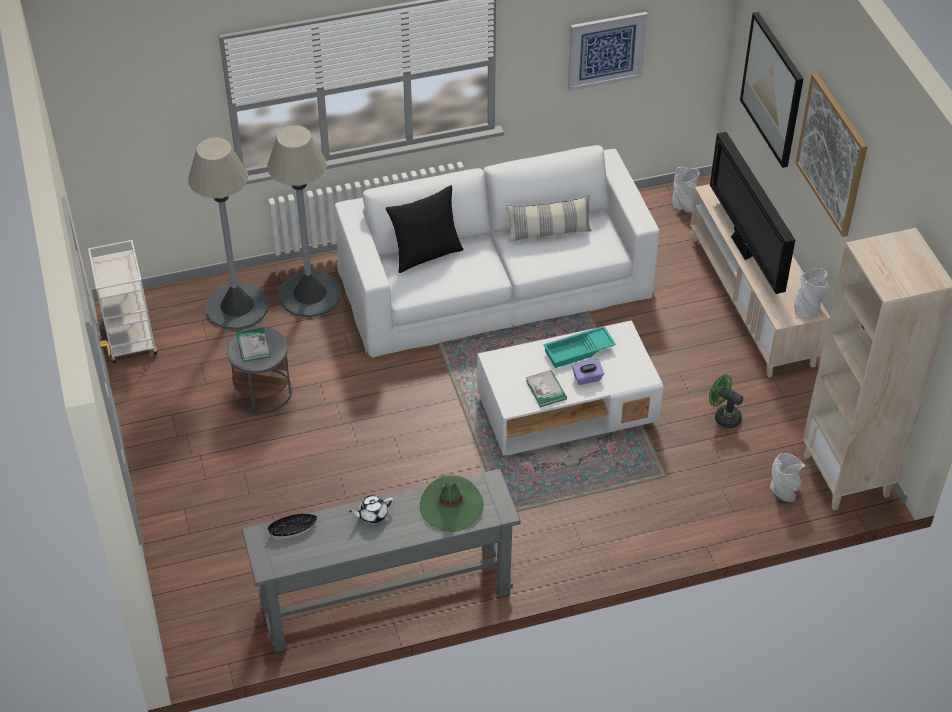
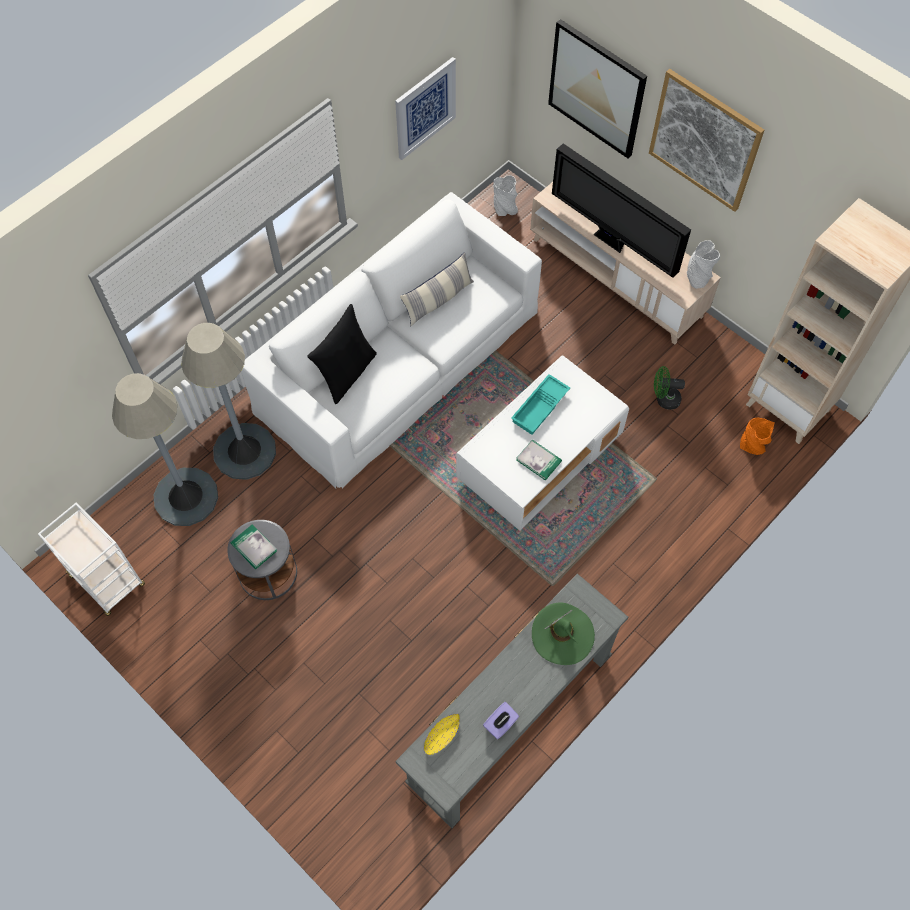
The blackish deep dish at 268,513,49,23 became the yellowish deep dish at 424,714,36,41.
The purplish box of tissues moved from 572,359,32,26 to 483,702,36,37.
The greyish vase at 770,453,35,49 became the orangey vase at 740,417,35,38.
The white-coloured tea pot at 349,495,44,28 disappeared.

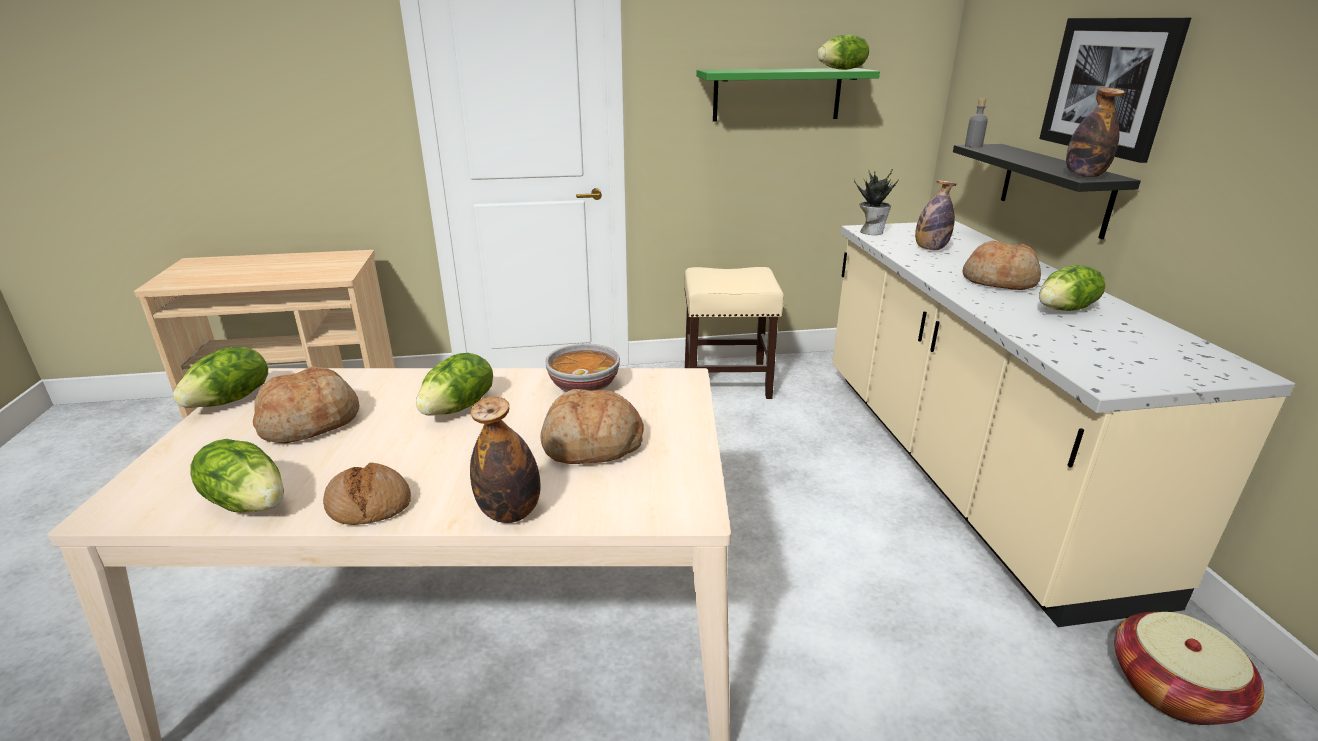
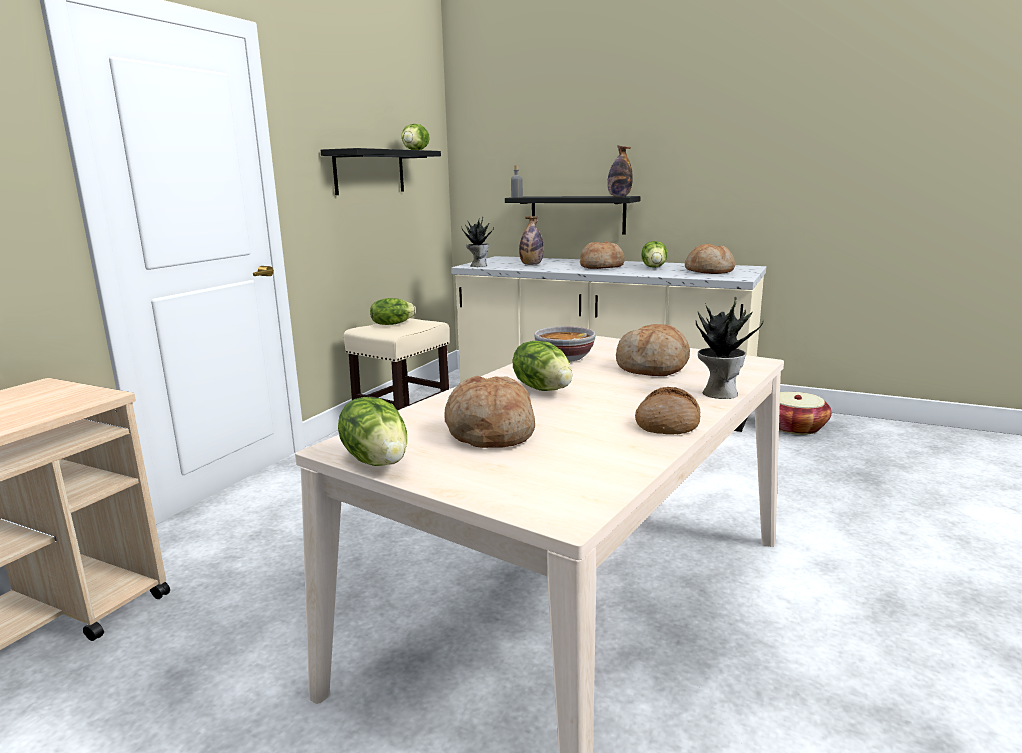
The greenish shelf at 696,68,184,53 became the blackish shelf at 320,148,121,47.
The lettuce moved from 190,439,94,74 to 370,298,46,27.
The bread at 685,244,50,30 appeared.
The beverage bottle at 470,396,70,127 was replaced by the houseplant at 696,297,68,102.
The picture at 1039,17,152,146 disappeared.

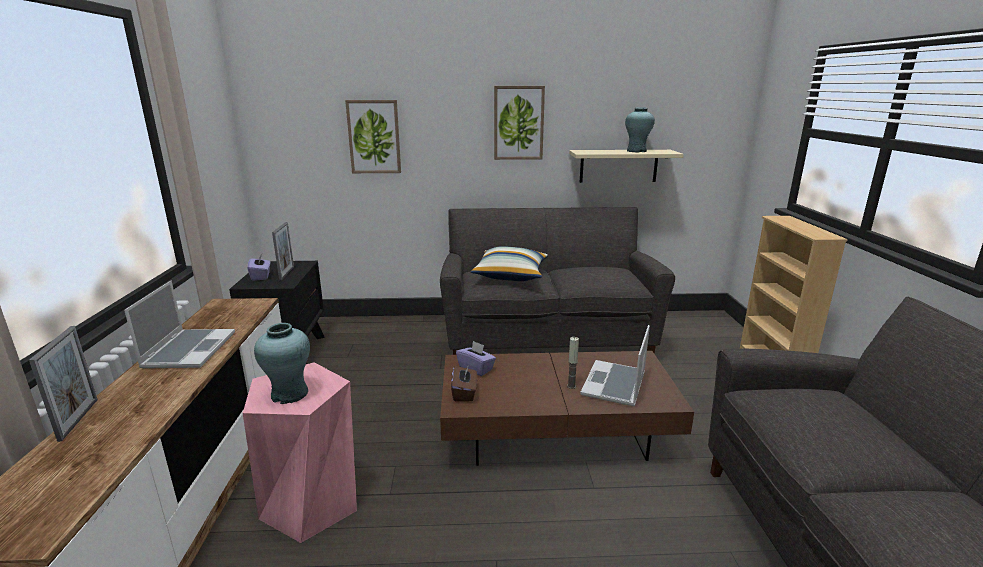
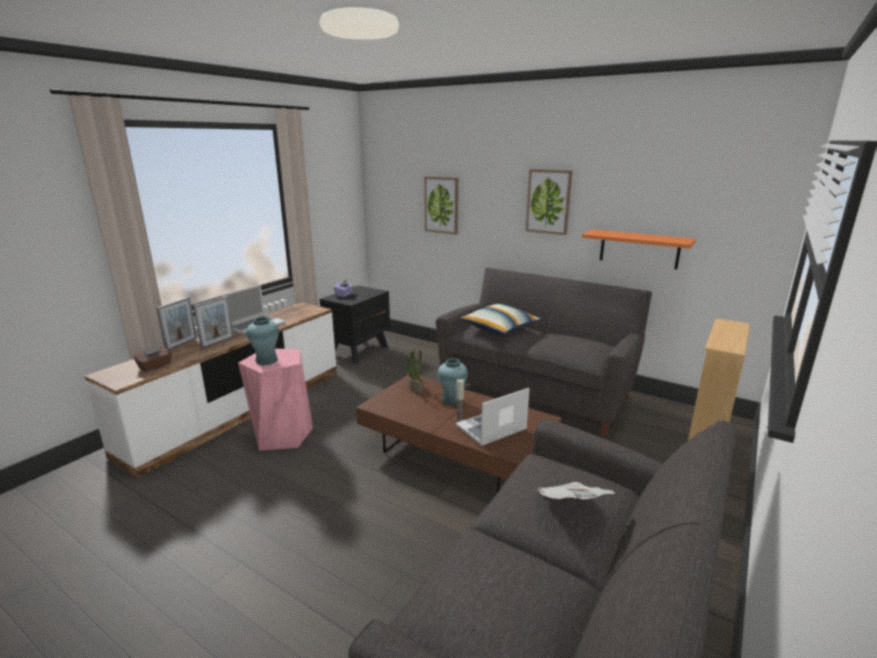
The brown box of tissues moved from 451,366,26,35 to 133,345,39,27.
The picture frame moved from 272,222,22,58 to 193,296,41,53.
The purplish box of tissues at 456,341,40,35 was replaced by the houseplant at 404,349,20,44.
The turquoise vase moved from 625,107,30,45 to 438,358,30,48.
The daily paper at 538,482,77,18 appeared.
The beige shelf at 569,150,115,33 became the orangey shelf at 582,229,114,40.

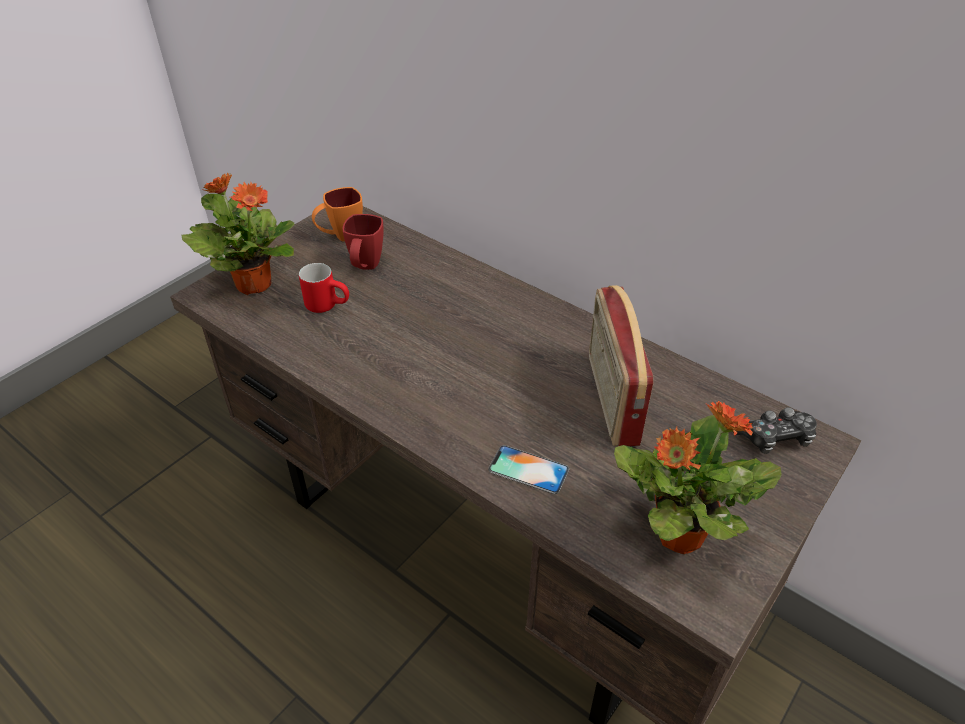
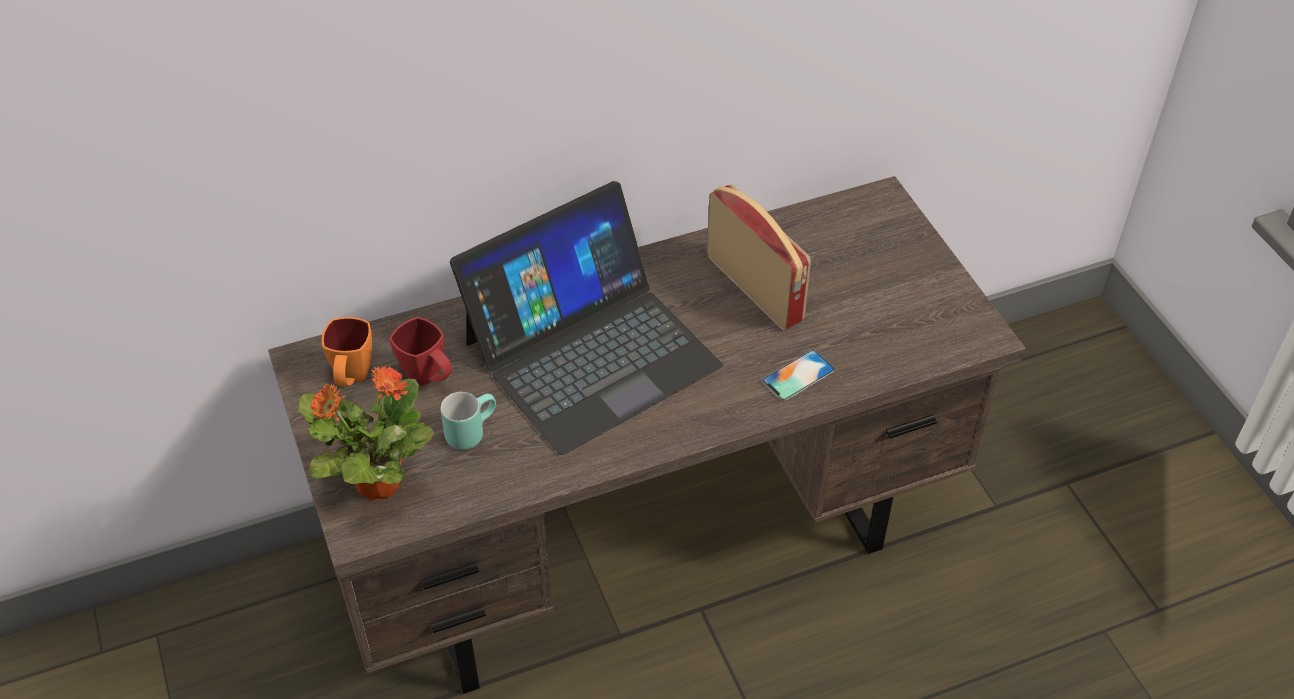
The reddish coffee mug at 299,263,50,50 became the turquoise coffee mug at 441,392,55,58.
The notebook computer at 450,181,273,274 appeared.
The radio set at 589,285,65,162 turned 150 degrees counterclockwise.
The houseplant at 614,401,168,153 disappeared.
The gamepad at 733,407,84,47 disappeared.

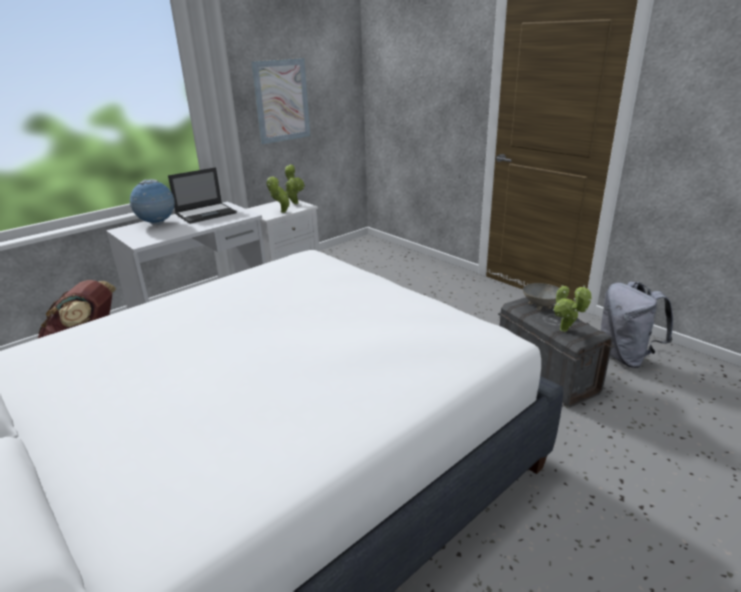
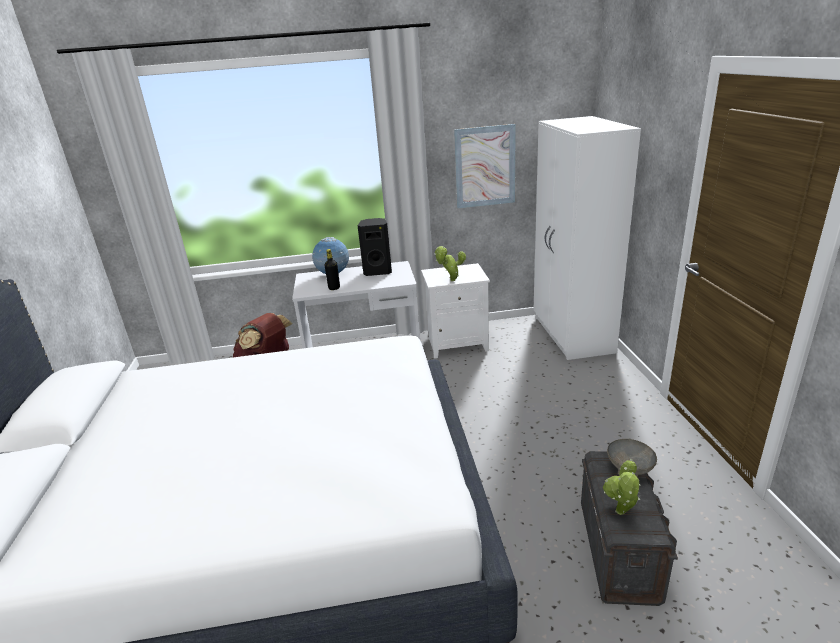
The blackish beverage bottle at 325,249,15,41 appeared.
The notebook computer at 168,167,69,57 was replaced by the blackish speaker at 358,218,34,58.
The white-coloured clothes cupboard at 534,116,107,244 appeared.
The houseplant at 285,165,20,39 disappeared.
The greyish rucksack at 601,281,72,87 disappeared.

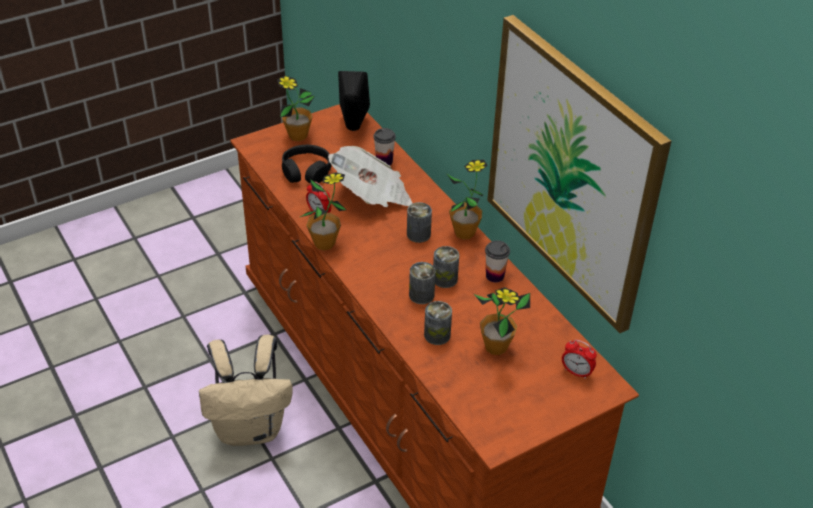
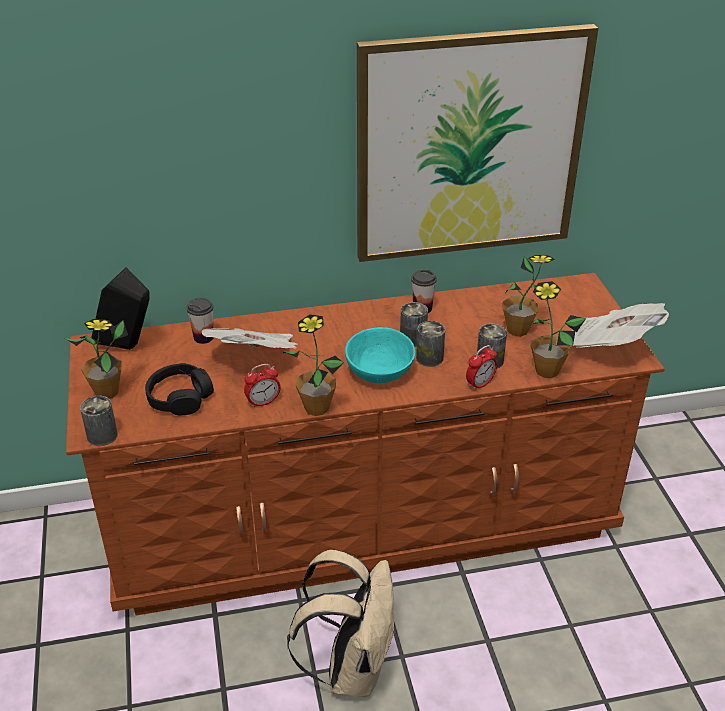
The can moved from 407,202,25,41 to 80,396,38,50.
The turquoise deep dish at 345,327,70,56 appeared.
The table clock moved from 562,340,35,39 to 466,345,31,46.
The houseplant moved from 447,160,41,80 to 530,281,56,97.
The daily paper at 570,303,99,45 appeared.

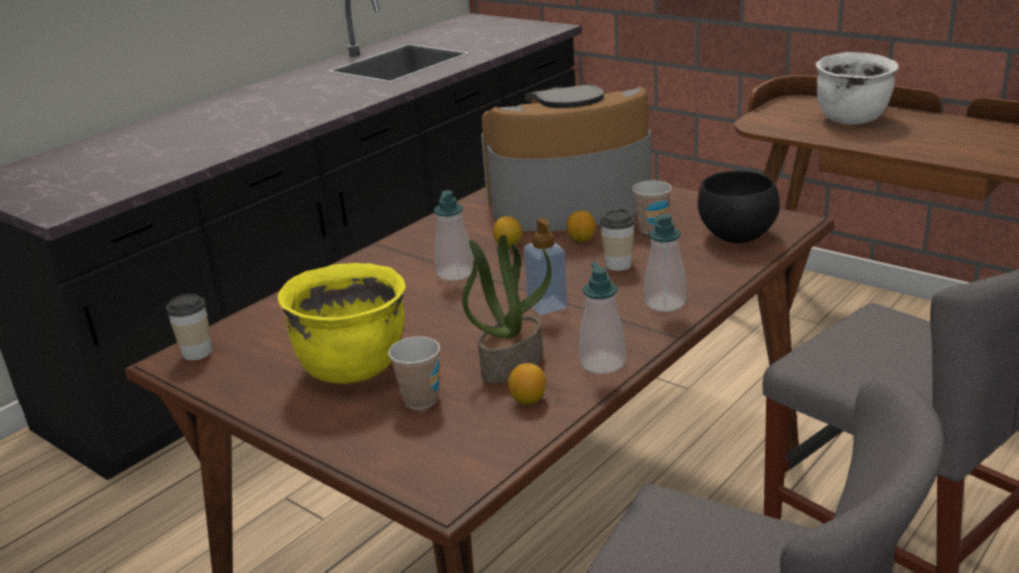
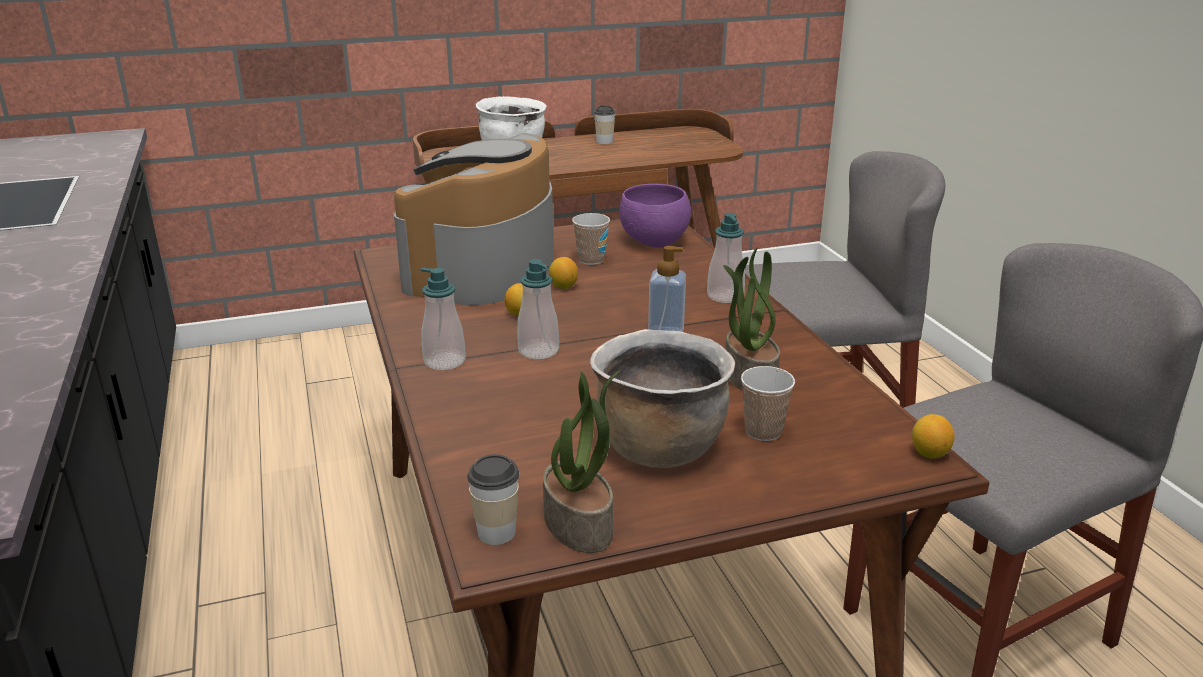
The soap dispenser moved from 580,262,45,112 to 420,268,46,102.
The houseplant at 543,370,77,183 appeared.
The yellowish saucepot at 277,263,129,121 became the brown saucepot at 590,329,145,139.
The small cup moved from 600,209,35,62 to 594,105,21,39.
The blackish deep dish at 698,171,82,72 became the purplish deep dish at 619,184,72,64.
The lemon moved from 508,363,38,42 to 912,414,43,45.

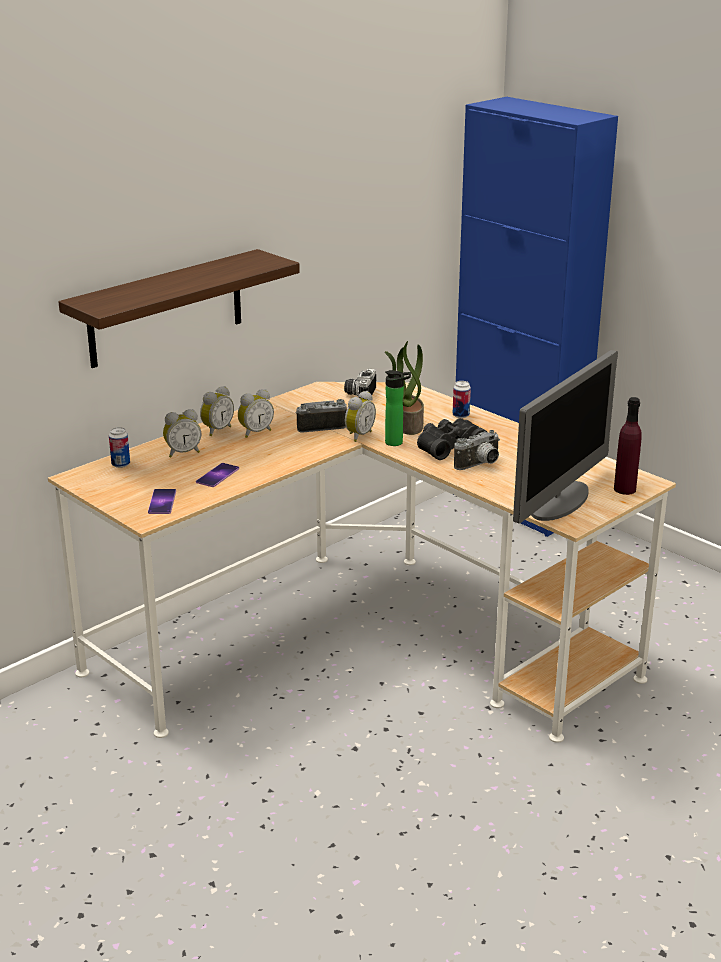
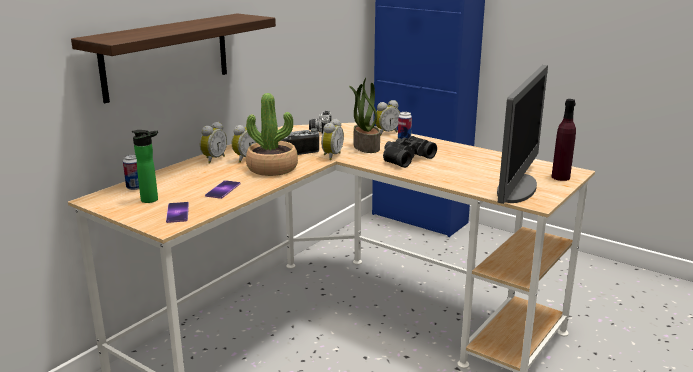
The beverage bottle moved from 385,370,26,76 to 132,130,26,73.
The houseplant at 246,93,52,83 appeared.
The table clock moved from 163,409,38,49 to 374,100,26,36.
The still camera at 454,430,46,40 disappeared.

